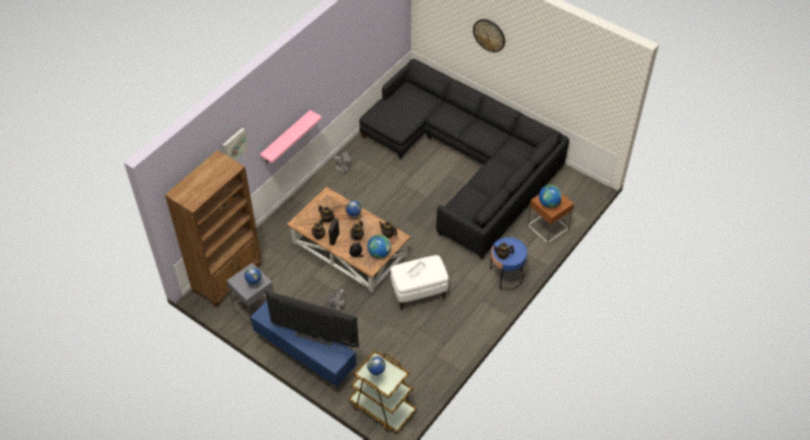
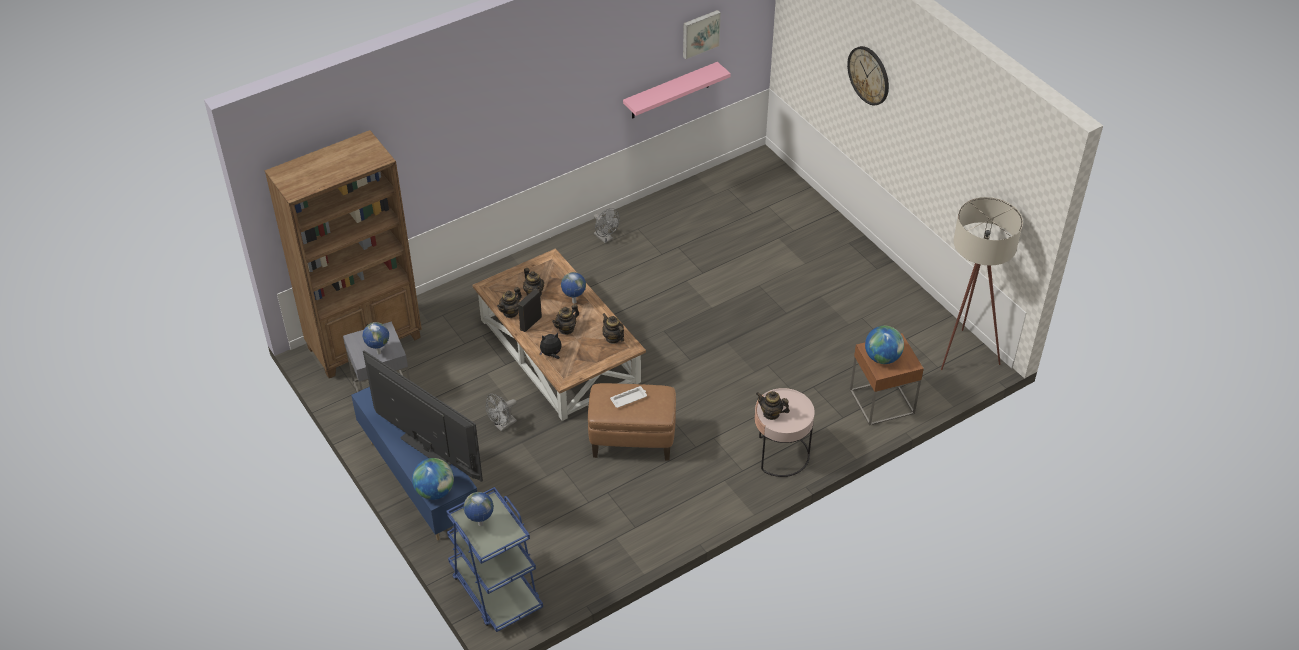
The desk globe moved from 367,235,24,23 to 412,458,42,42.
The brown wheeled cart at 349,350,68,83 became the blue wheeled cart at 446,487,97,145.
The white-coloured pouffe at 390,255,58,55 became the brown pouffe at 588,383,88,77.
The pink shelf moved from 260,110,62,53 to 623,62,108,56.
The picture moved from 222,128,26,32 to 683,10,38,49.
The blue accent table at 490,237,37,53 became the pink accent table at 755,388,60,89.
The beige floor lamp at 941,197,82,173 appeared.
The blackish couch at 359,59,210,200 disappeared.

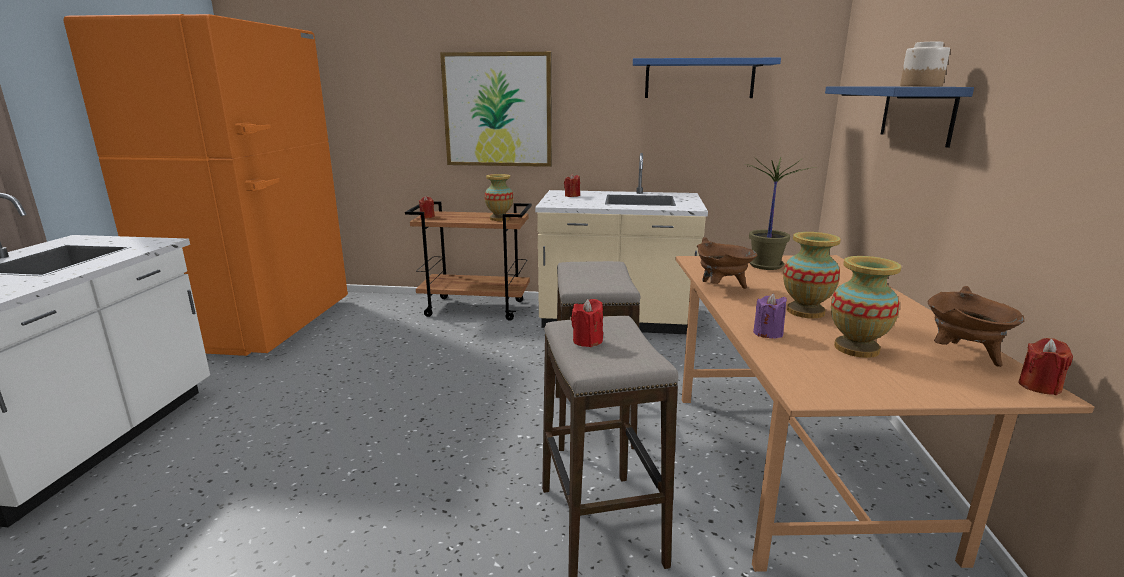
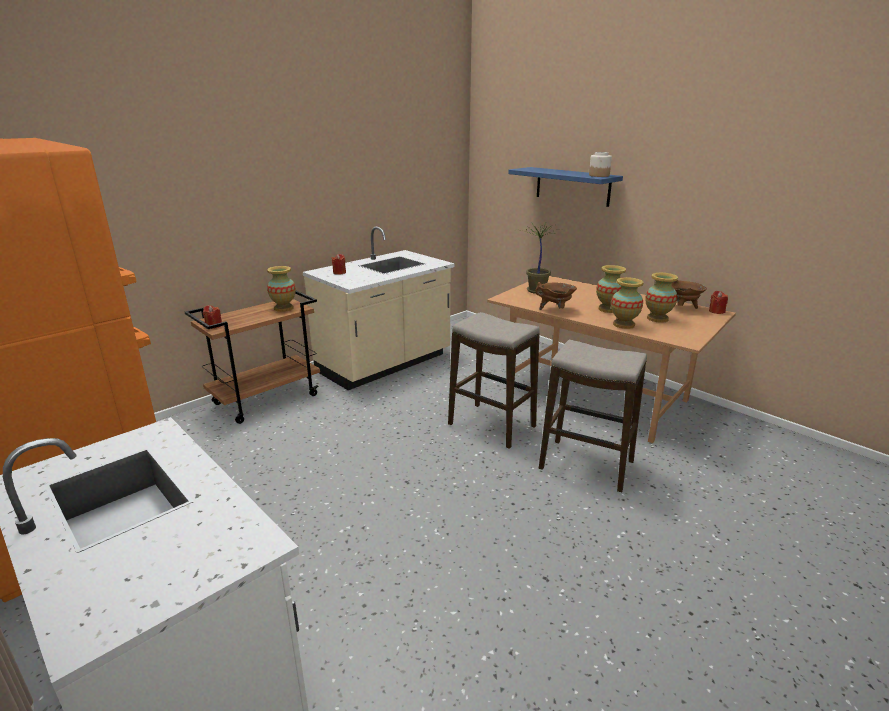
The purplish candle at 753,293,34,45 was replaced by the vase at 611,277,33,52.
The picture at 440,52,112,115 disappeared.
The reddish candle at 571,299,32,48 disappeared.
The blue shelf at 633,58,148,40 disappeared.

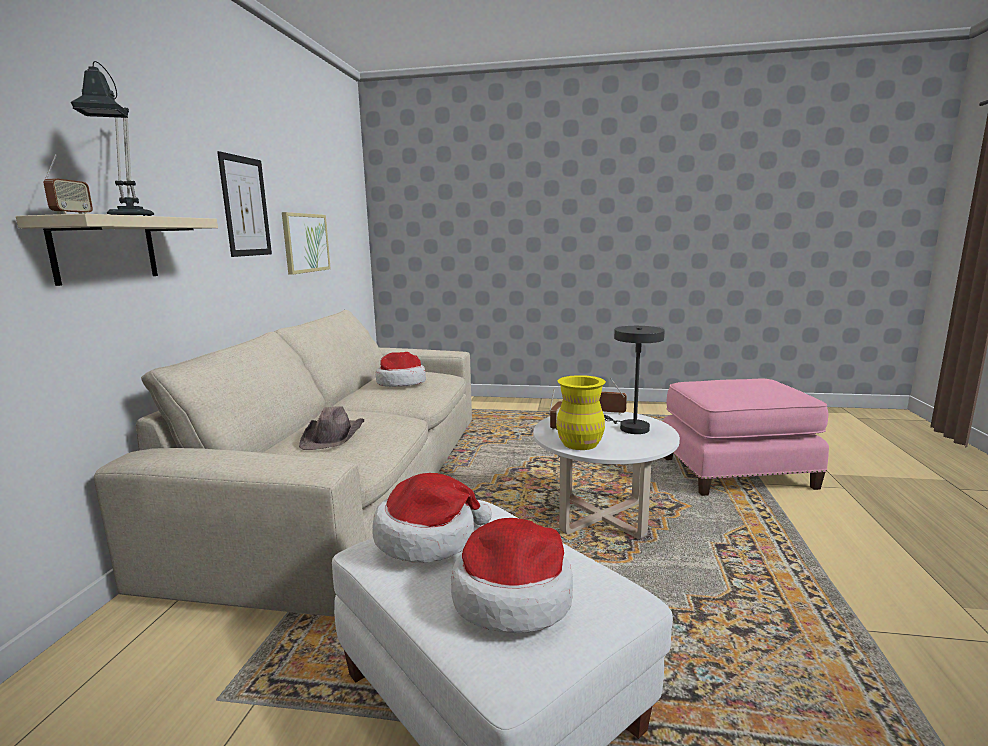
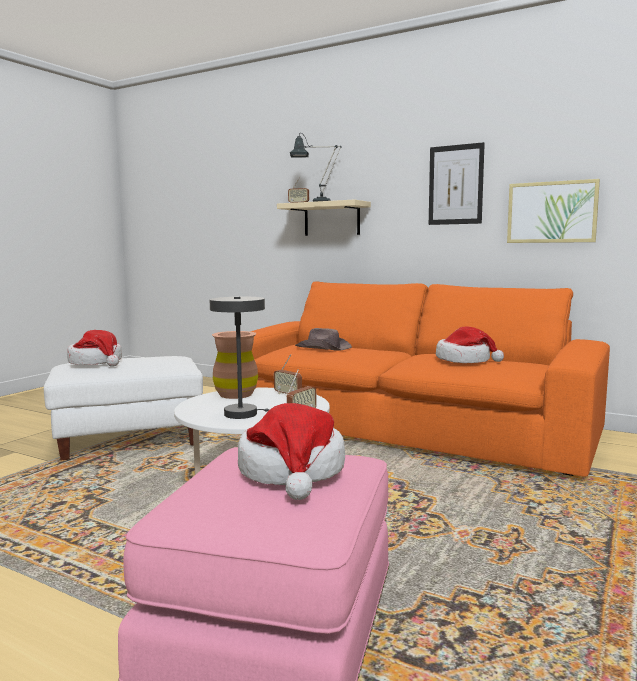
The yellowish vase at 556,375,50,75 became the brown vase at 212,331,46,68.
The wearable hat moved from 372,473,120,90 to 238,403,107,97.
The beige couch at 94,310,378,307 became the orangey couch at 250,282,360,195.

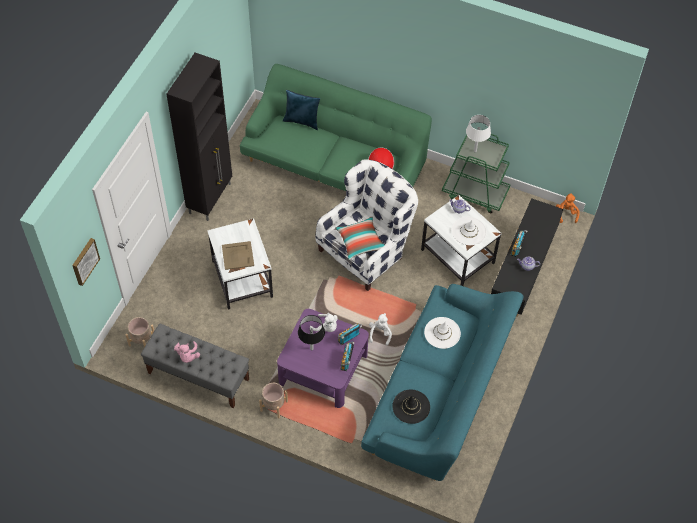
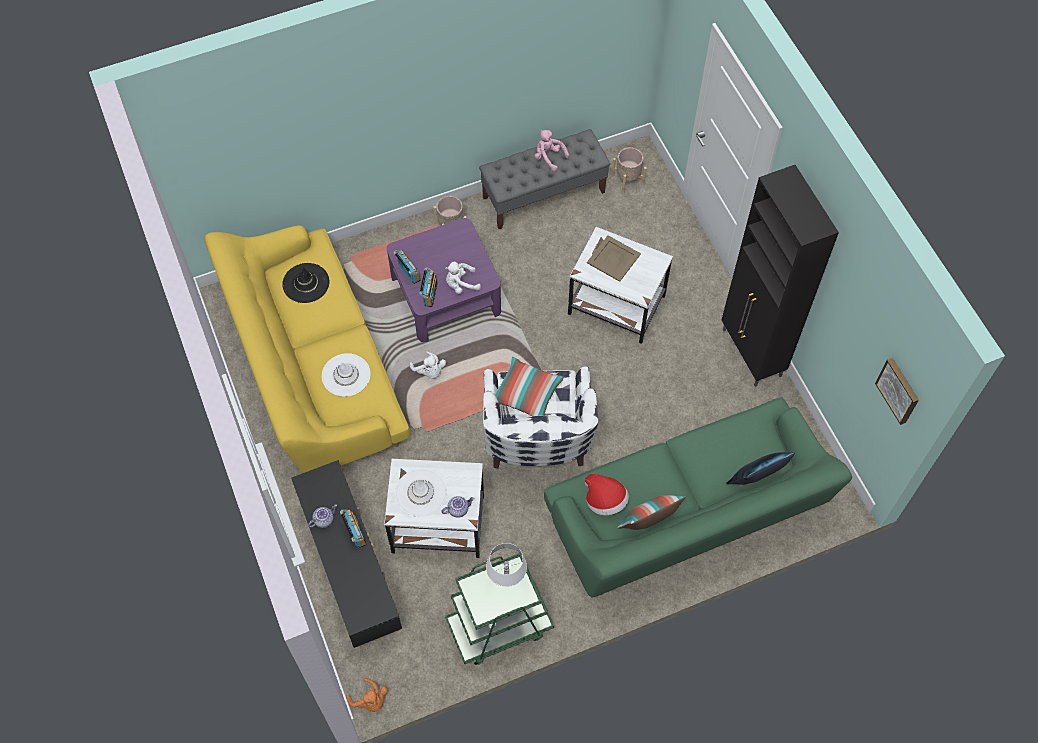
The turquoise couch at 361,284,163,197 became the yellowish couch at 204,225,206,248.
The throw pillow at 617,495,69,35 appeared.
The picture moved from 72,238,28,48 to 875,358,44,67.
The blackish lamp for a table at 298,315,27,35 disappeared.

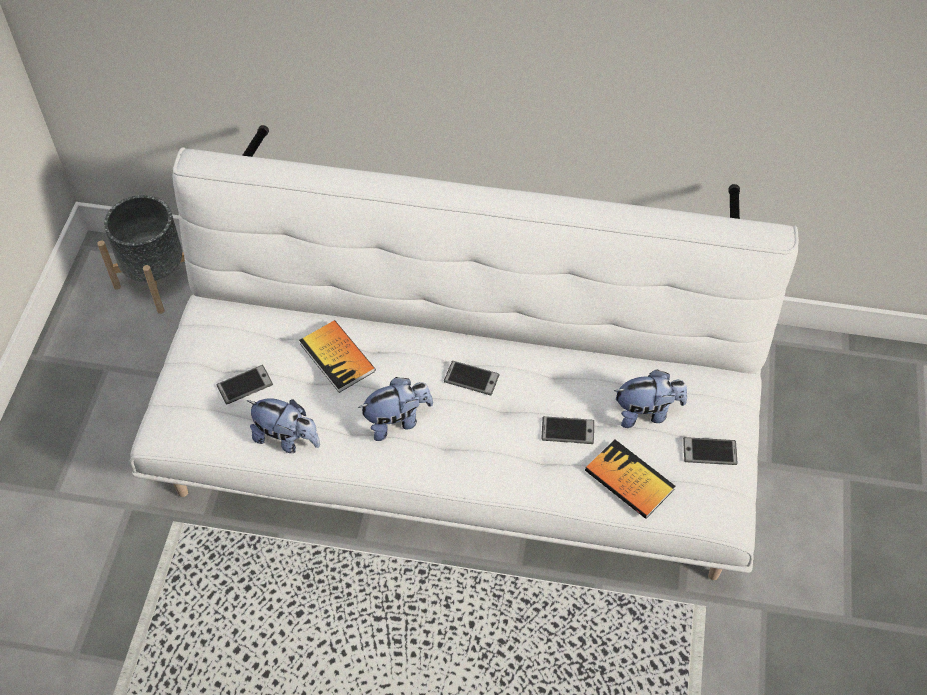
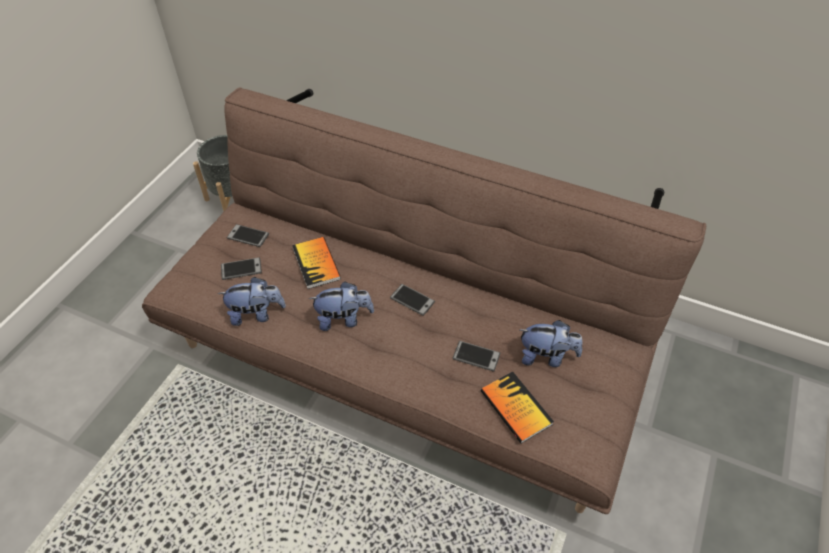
The white-coloured couch at 130,125,669,455 became the brown couch at 142,87,564,427.
The soft toy at 247,398,73,55 turned 45 degrees counterclockwise.
The handset moved from 683,437,55,28 to 227,224,42,23.

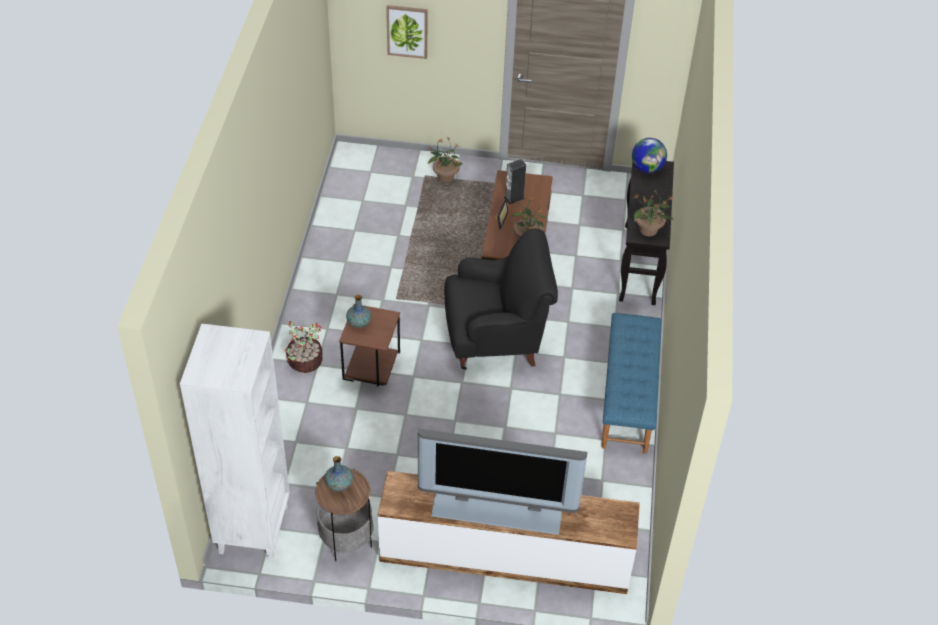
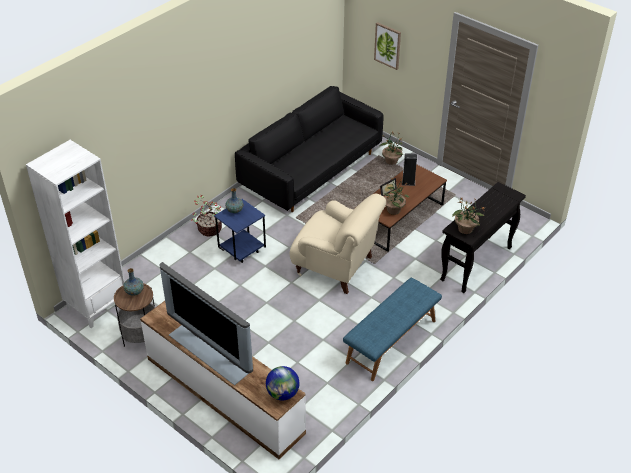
The brown accent table at 339,304,61,83 became the blue accent table at 214,199,52,64.
The blackish couch at 235,86,149,126 appeared.
The desk globe moved from 632,138,35,35 to 266,366,34,34.
The blackish armchair at 444,229,114,141 became the beige armchair at 290,194,96,100.

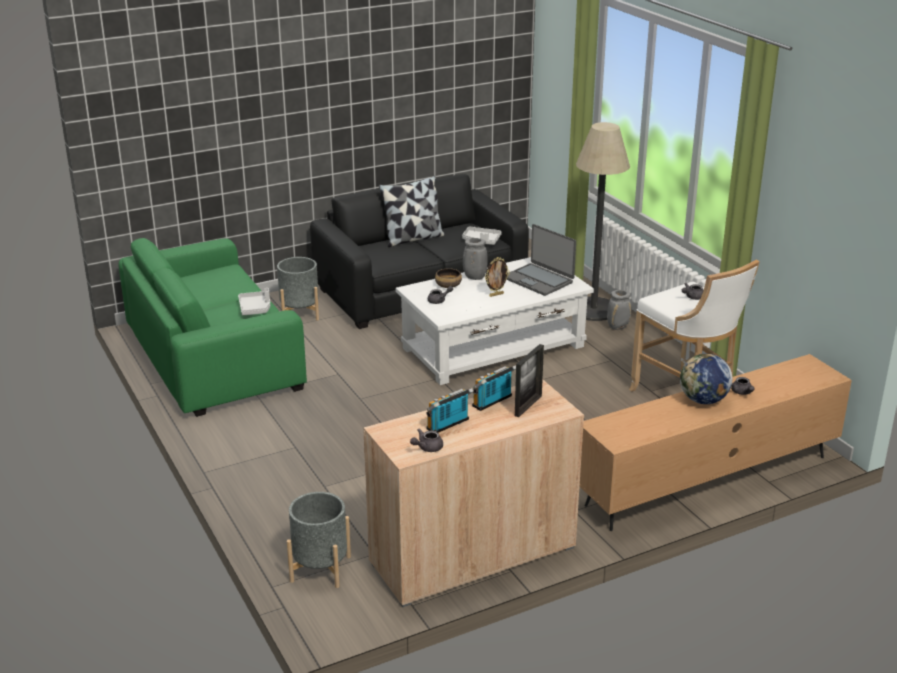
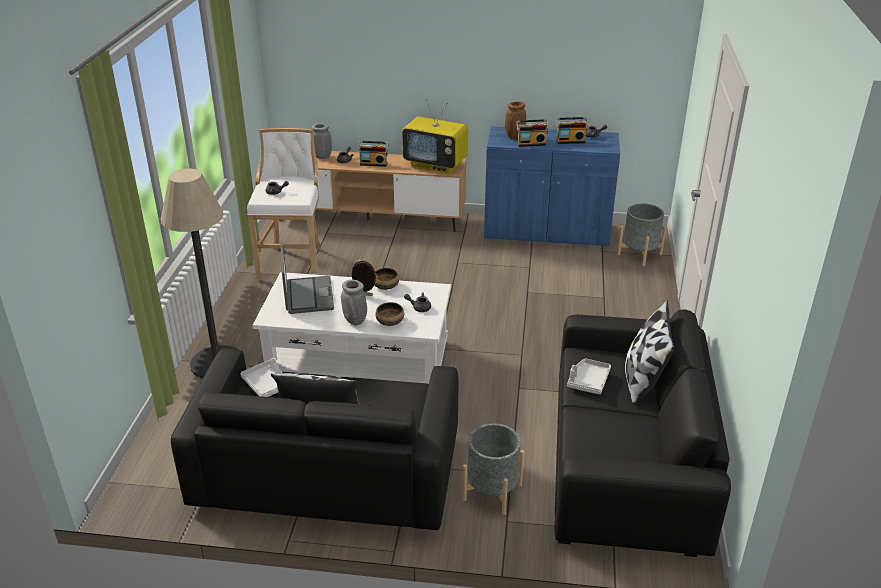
The greyish vase moved from 607,290,24,40 to 312,124,20,35.
The desk globe at 680,354,52,50 was replaced by the radio set at 358,141,31,26.
The deep dish at 374,268,25,22 appeared.
The television at 402,99,66,75 appeared.
The beige cupboard at 364,379,220,228 became the blue cupboard at 484,126,136,121.
The picture frame at 515,344,29,73 was replaced by the brown vase at 505,101,21,38.
The greenish couch at 118,238,189,179 became the blackish couch at 554,309,177,248.
The throw pillow at 625,300,49,105 appeared.

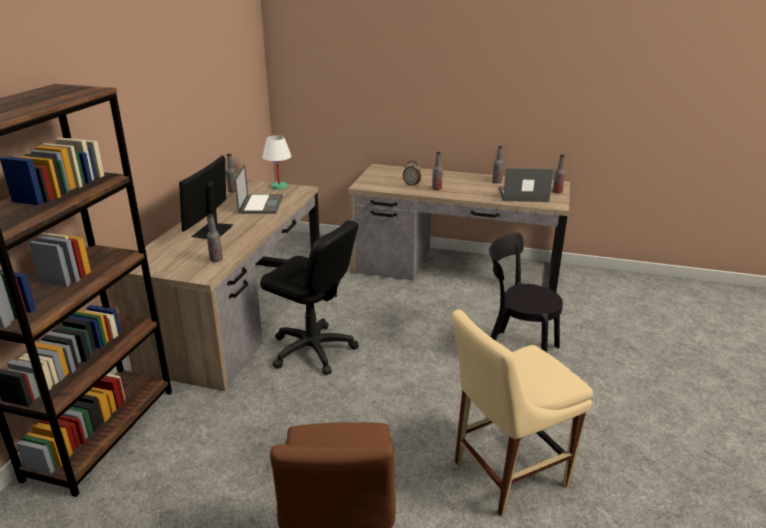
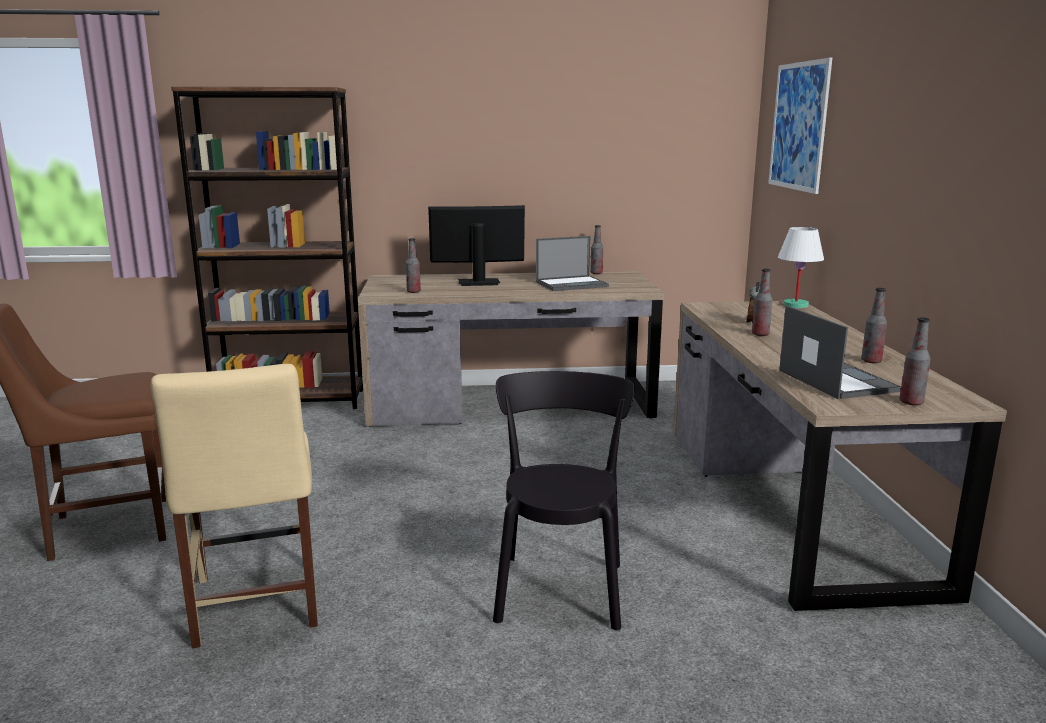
The beige upright chair at 452,310,141,207 turned 150 degrees counterclockwise.
The picture at 768,58,64,136 appeared.
The white-coloured lamp for a table moved from 262,135,30,55 to 778,227,46,81.
The blackish desk chair at 260,220,99,155 disappeared.

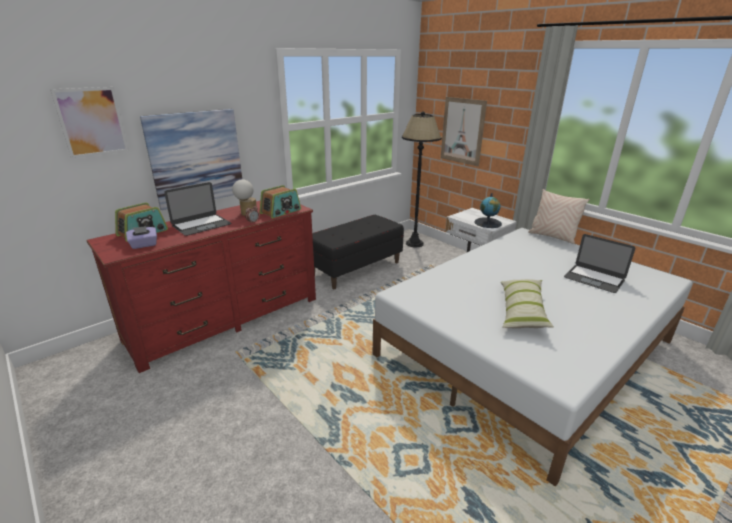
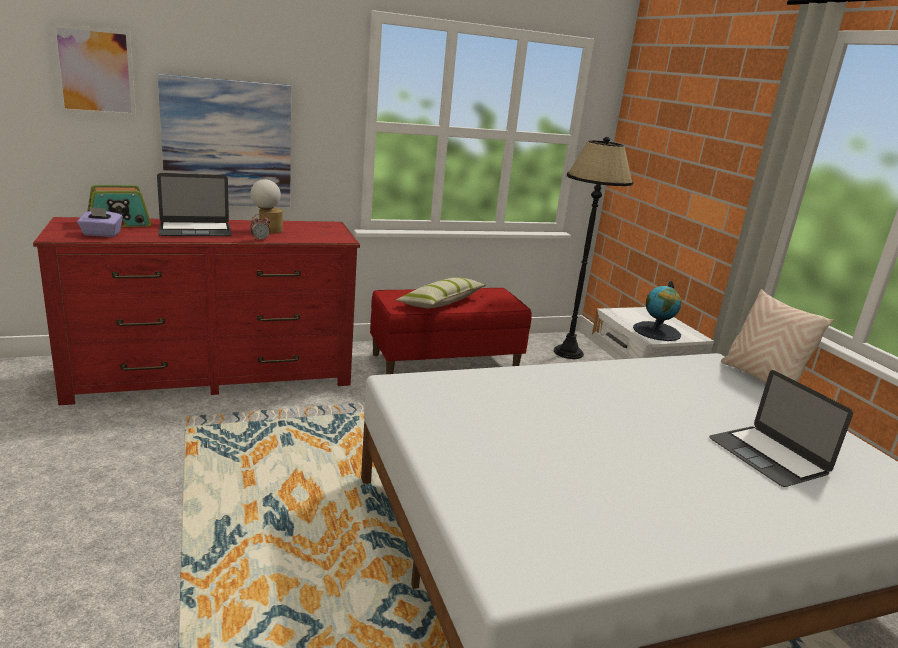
The blackish indoor bench at 312,215,92,74 became the reddish indoor bench at 370,288,162,86.
The throw pillow moved from 501,279,53,49 to 396,278,90,30.
The radio set at 259,185,42,34 disappeared.
The picture at 441,97,46,69 disappeared.

